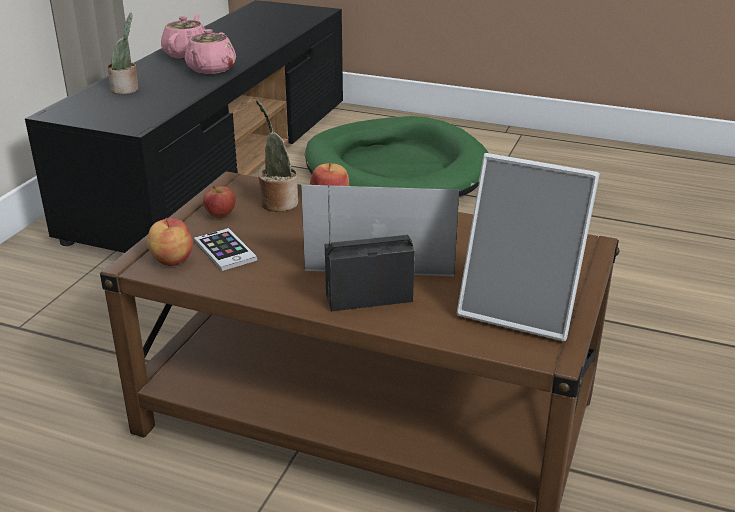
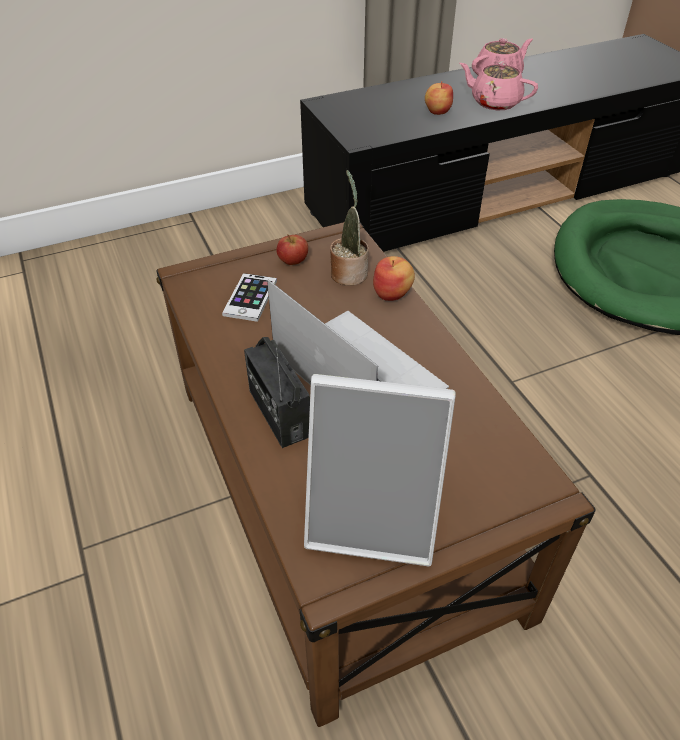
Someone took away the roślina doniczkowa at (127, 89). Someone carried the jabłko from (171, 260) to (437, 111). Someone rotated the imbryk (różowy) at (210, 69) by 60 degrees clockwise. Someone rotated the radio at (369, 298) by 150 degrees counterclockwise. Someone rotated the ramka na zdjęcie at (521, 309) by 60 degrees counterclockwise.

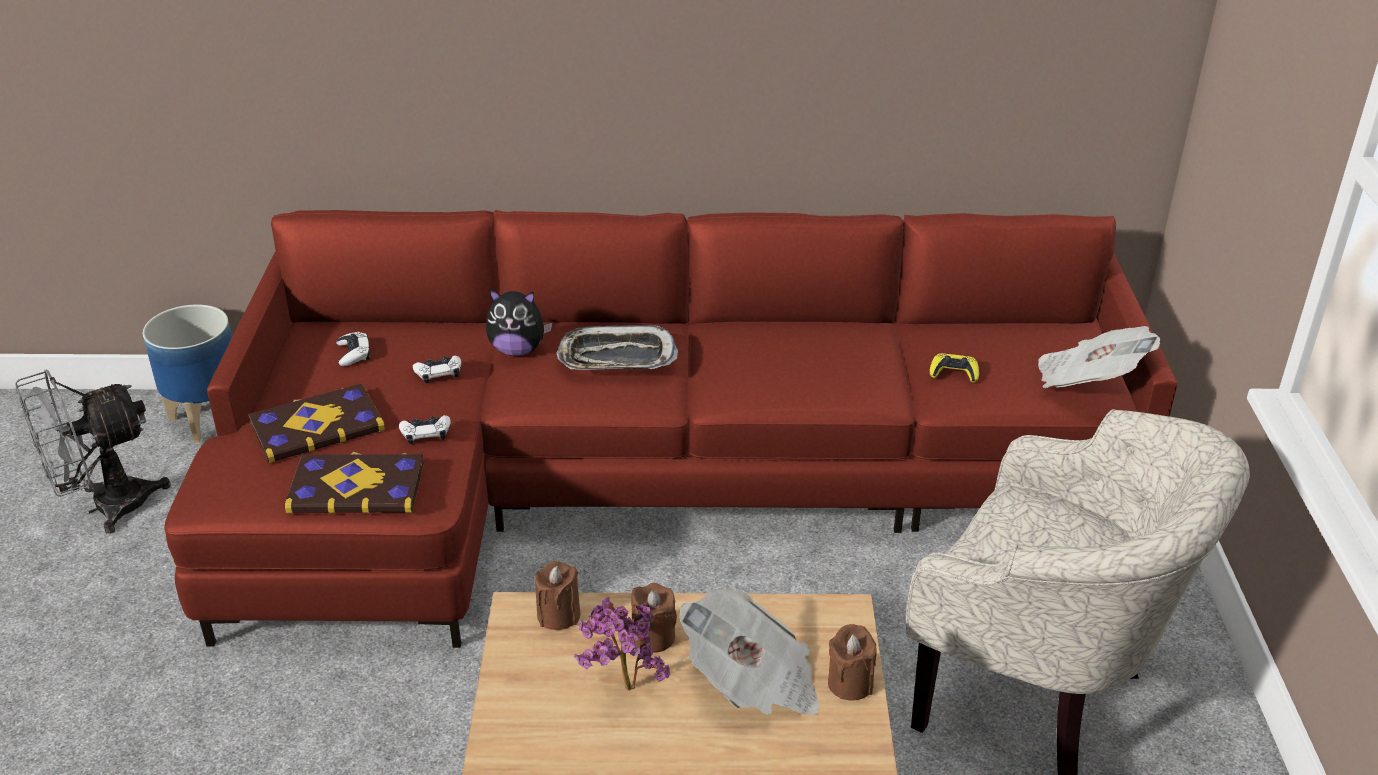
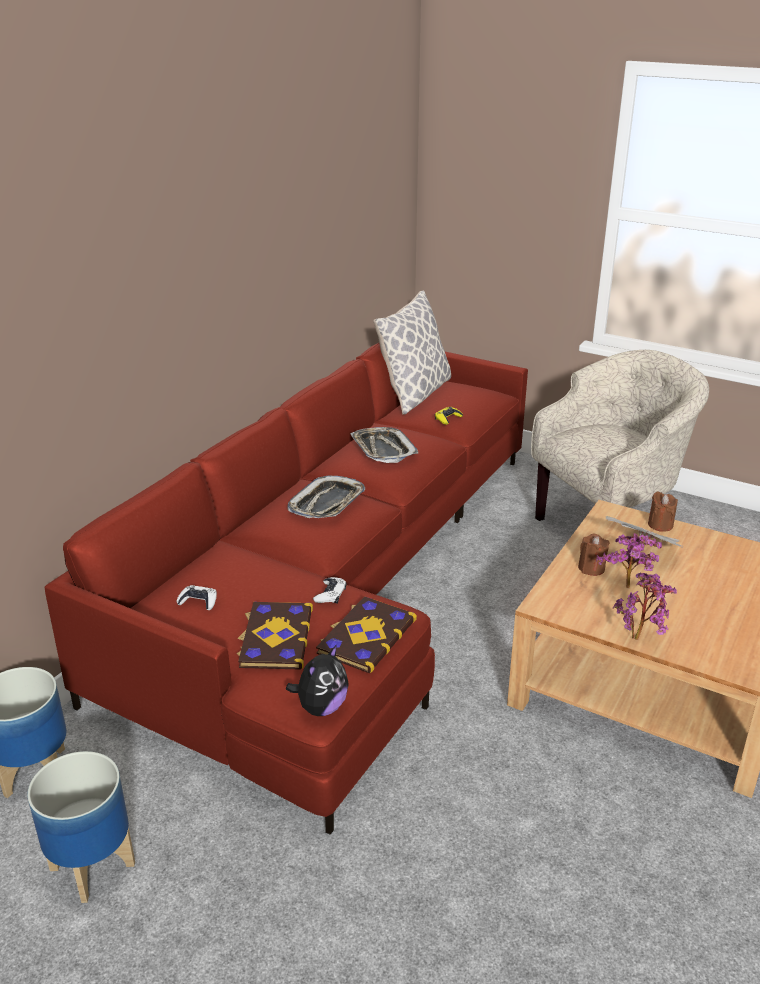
Someone swapped the wentylator (szary) at (106, 507) for the donica at (93, 865). Someone took away the pad do gier (biały) at (438, 372). Someone carried the pluszak from (518, 350) to (321, 707). Someone took away the świeca (brązowy) at (558, 615). Someone took away the gazeta at (1088, 381). Someone put down the taca at (383, 450). Someone put down the poduszka at (414, 394). Someone put down the roślina doniczkowa at (640, 639).

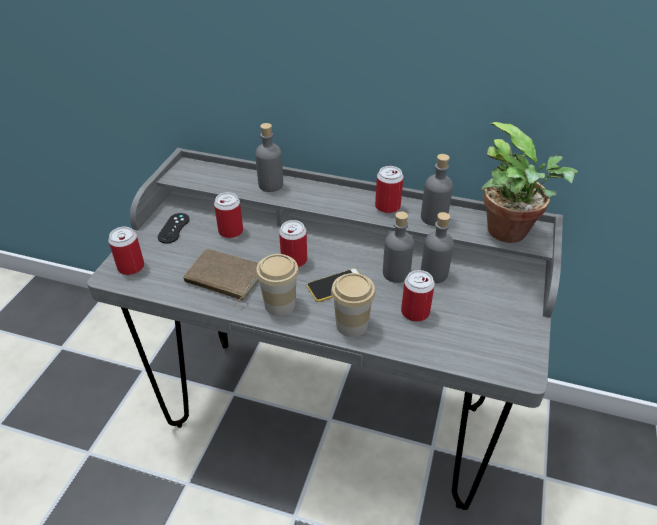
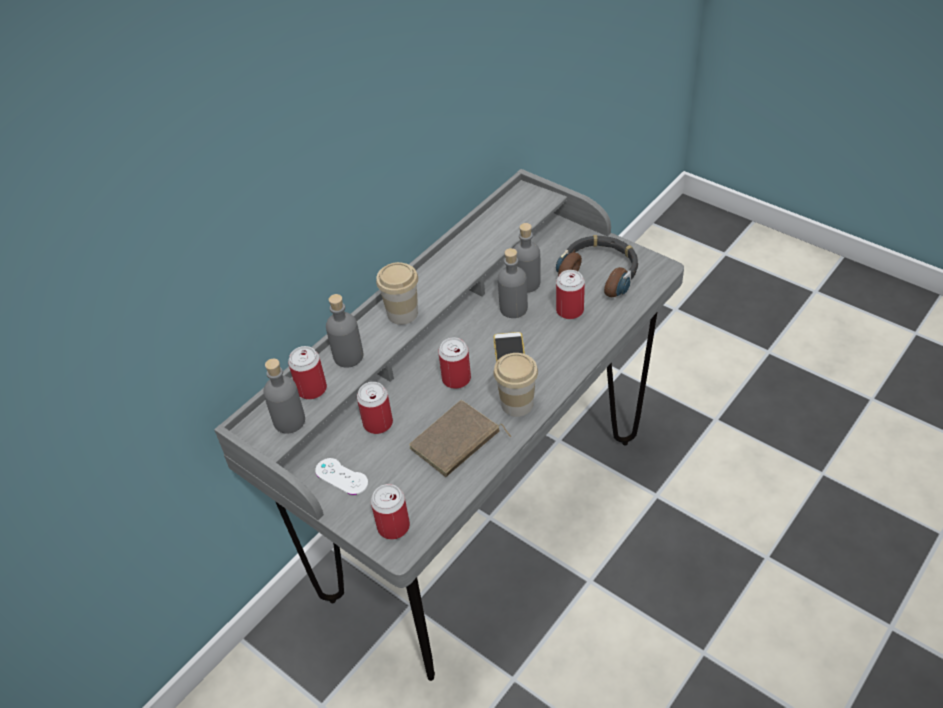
Someone repainted the pad do gier (czarny) at (173, 228), which became the pad do gier (biały) at (341, 476). Someone carried the filiżanka from (351, 325) to (402, 313). Someone carried the puszka from (387, 206) to (312, 389). Someone carried the butelka (szary) from (434, 218) to (289, 421). Someone took away the roślina doniczkowa at (512, 233). Someone put down the słuchawki at (600, 272).

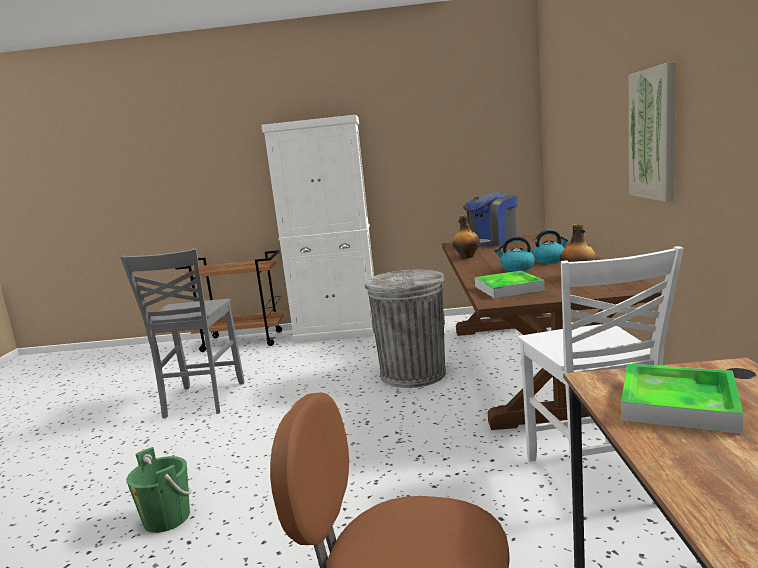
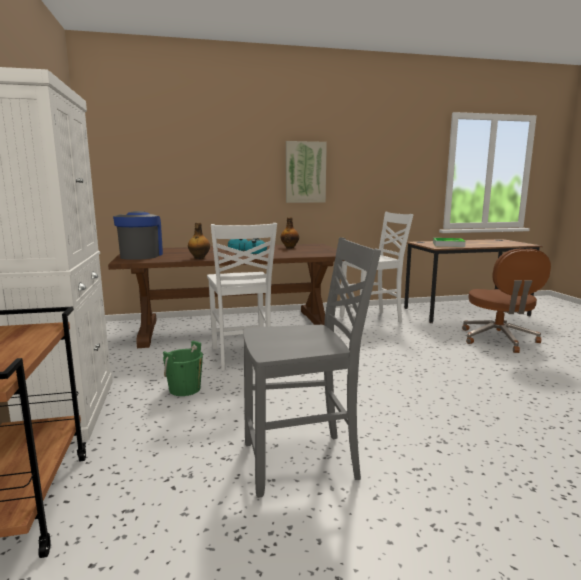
Someone carried the wiadro (zielony) from (167, 518) to (185, 389). Someone swapped the kosz na śmieci (szary) at (413, 374) for the krzesło (biały) at (242, 357). Someone rotated the ekspres do kawy at (491, 242) by 135 degrees counterclockwise. Someone took away the taca at (508, 288).

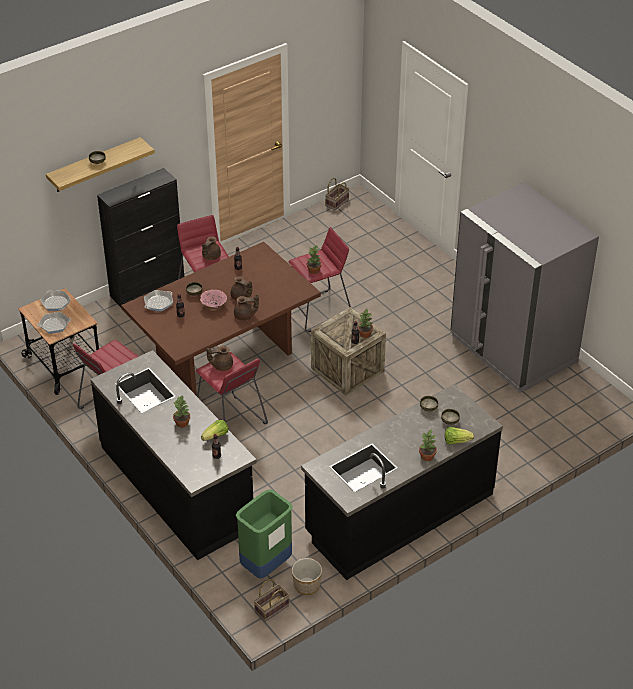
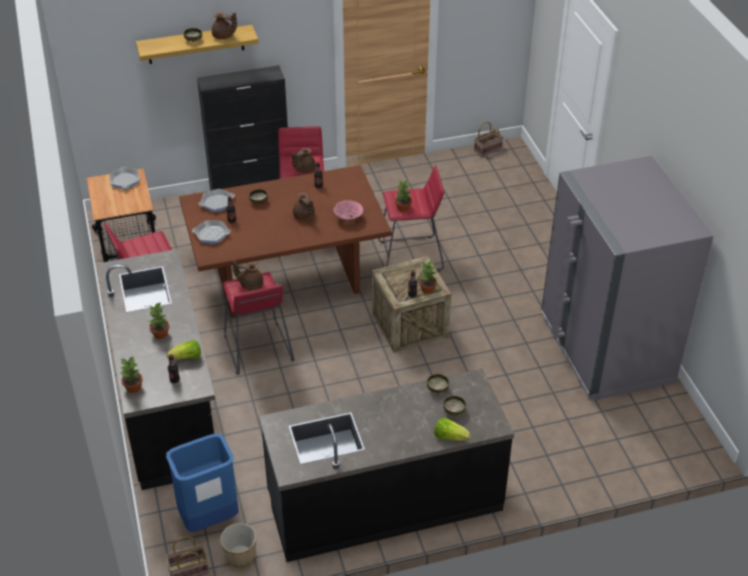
Someone carried the patelnia from (54, 325) to (211, 234). Someone carried the miska (różowy) from (213, 306) to (348, 218). Someone carried the imbryk (brązowy) from (245, 316) to (224, 36). Someone repainted the kosz na śmieci (zielony) at (266, 565), which became the kosz na śmieci (niebieski) at (209, 518). Someone carried the roślina doniczkowa from (427, 456) to (133, 387).

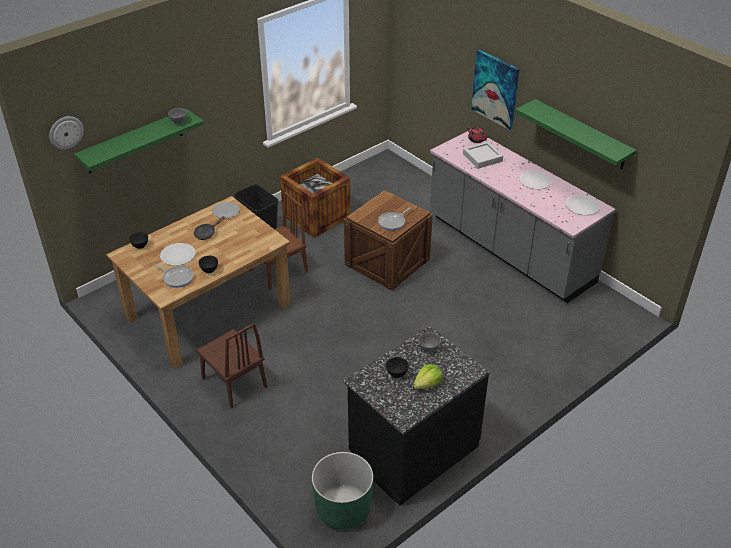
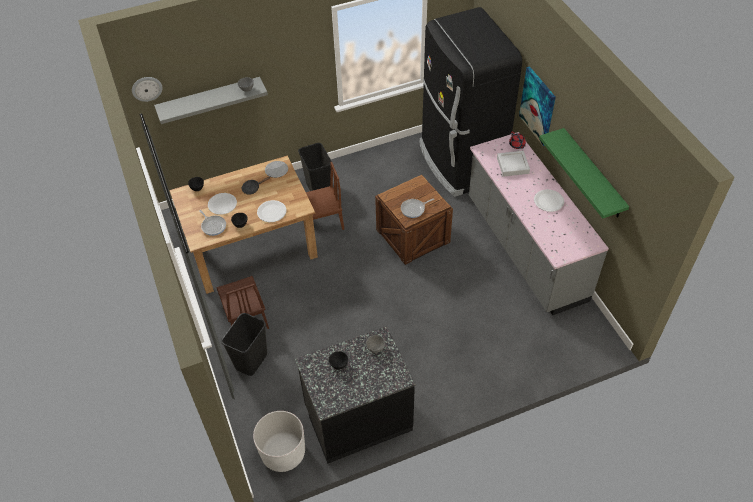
Someone repainted the półka (zielony) at (134, 142), which became the półka (szary) at (209, 99). Someone took away the skrzynka at (316, 216). Someone repainted the donica (zielony) at (343, 509), which became the donica (biały) at (283, 453). Someone took away the sałata at (428, 384). Someone carried the talerz (biały) from (582, 206) to (271, 212). Someone put down the kosz na śmieci (czarny) at (251, 360). Someone put down the lodówka (czarny) at (459, 163).

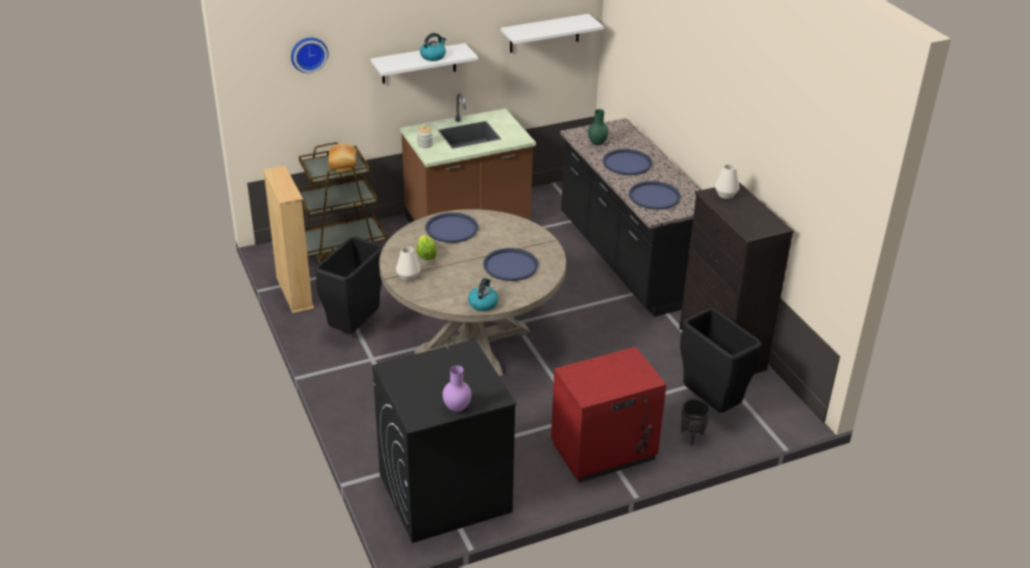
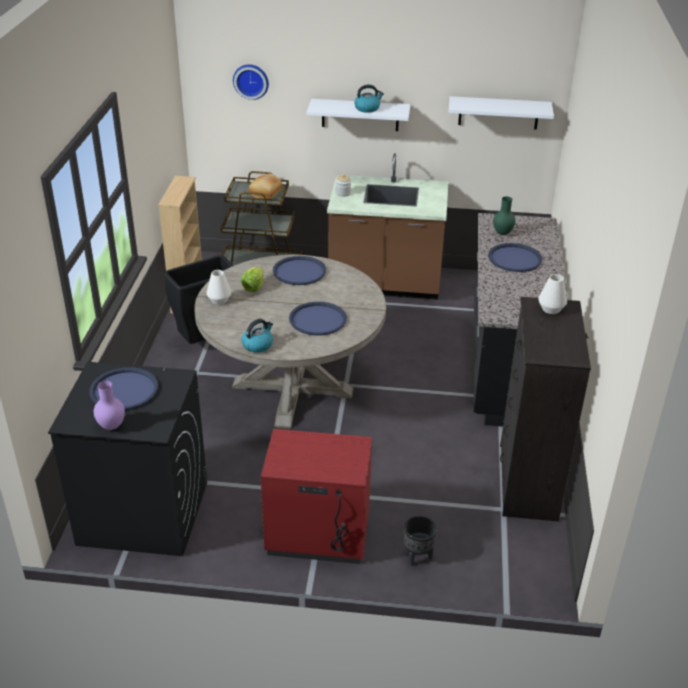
Someone carried the taca (niebieski) from (654, 196) to (124, 390). Someone took away the kosz na śmieci (czarny) at (710, 405).

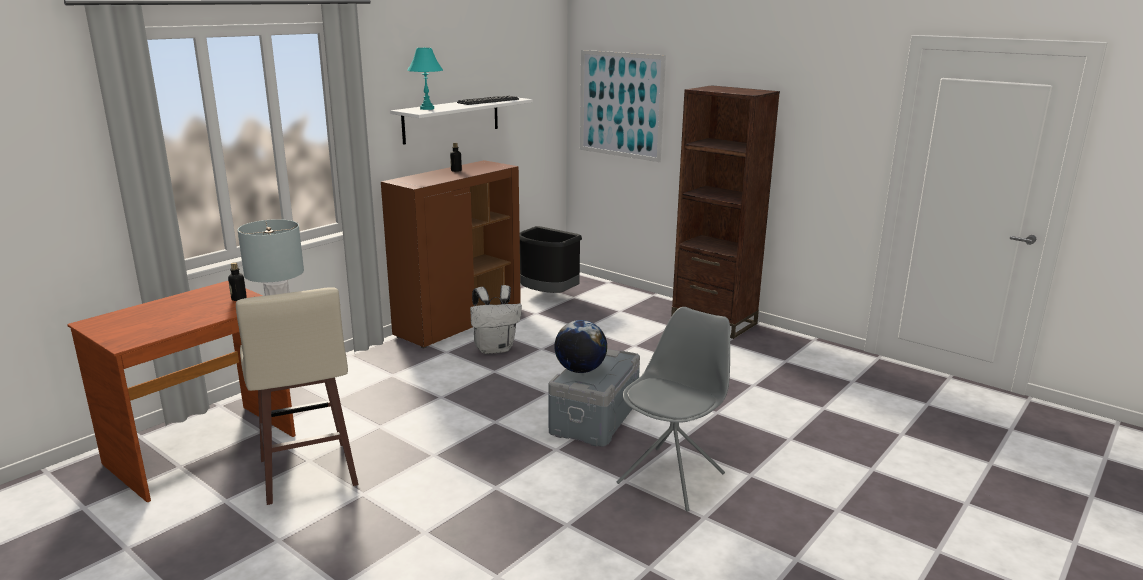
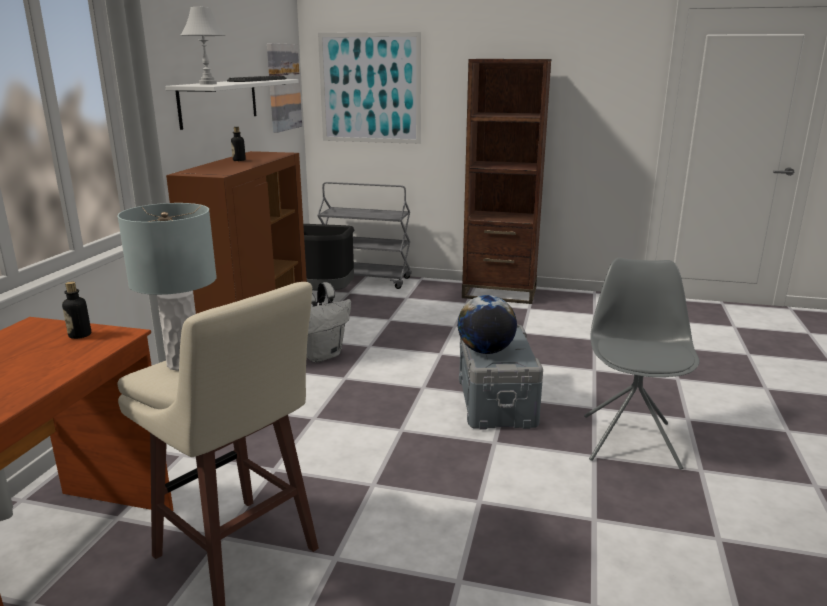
Someone repainted the lampa stołowa (turkusowy) at (427, 108), which became the lampa stołowa (biały) at (208, 84). Someone put up the obraz at (283, 87). Someone put down the wózek (szary) at (366, 280).

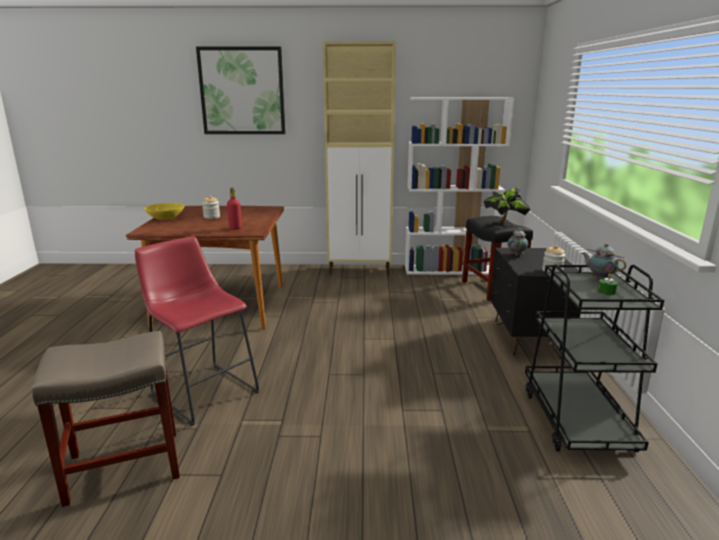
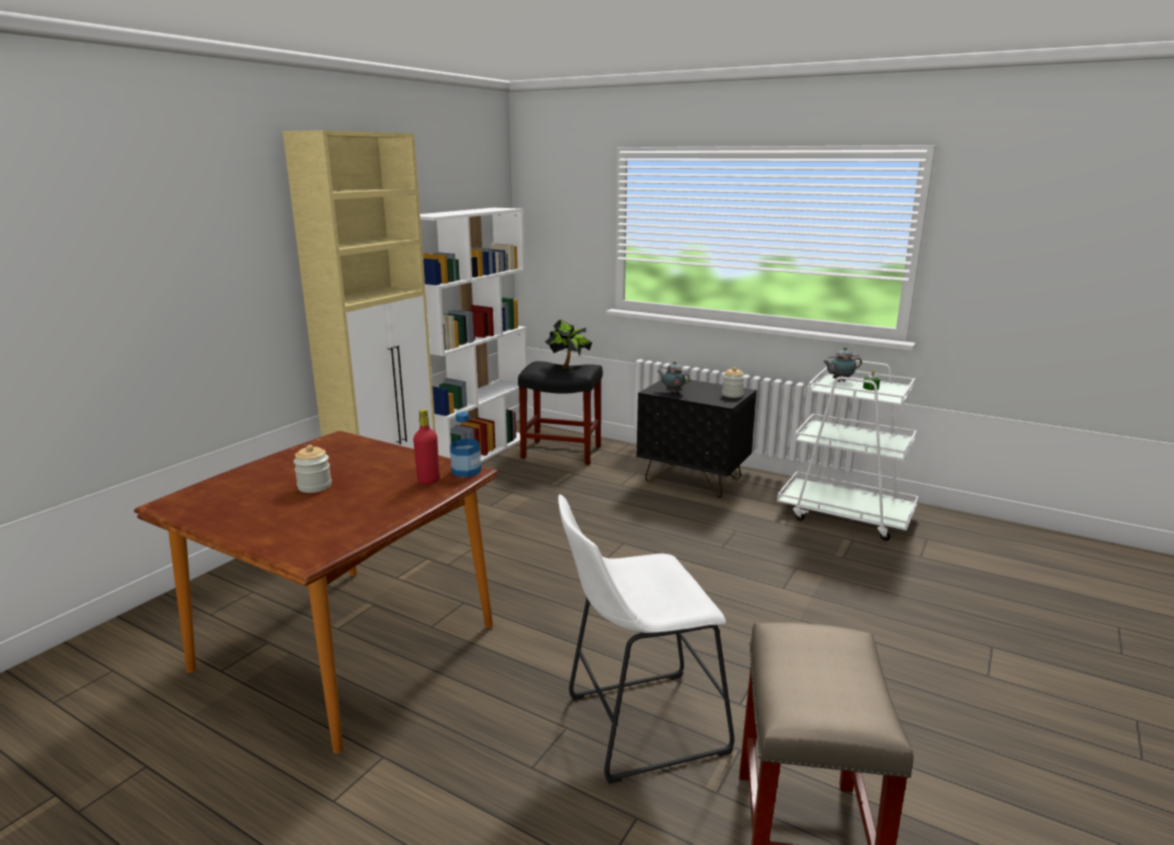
Someone repainted the stołek (czerwony) at (202, 390), which became the stołek (biały) at (637, 725). Someone took away the miska (żółty) at (166, 218). Someone took away the obraz at (242, 91). Someone repainted the wózek (czarny) at (576, 420), which became the wózek (biały) at (846, 515). Someone put down the butelka at (466, 471).

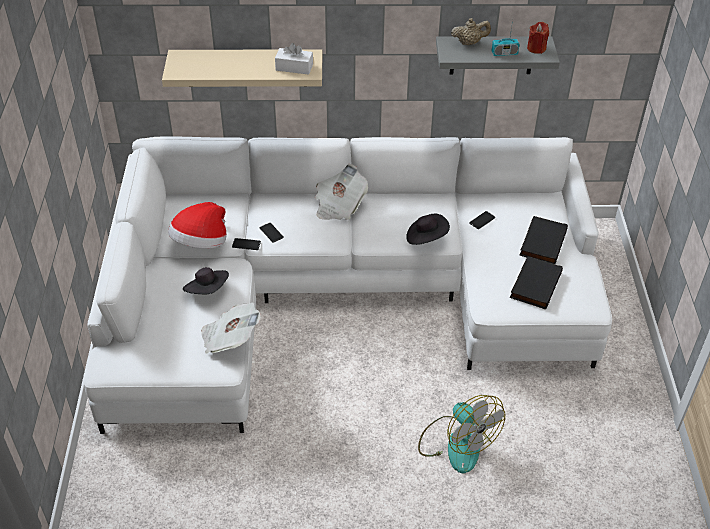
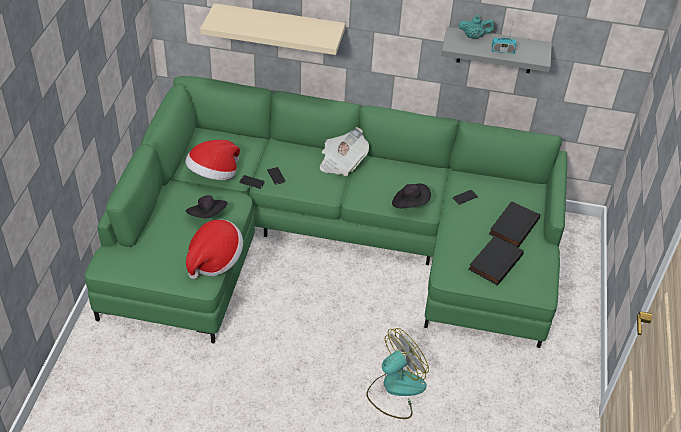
Someone repainted the kanapa (biały) at (337, 295), which became the kanapa (zielony) at (328, 241). Someone swapped the gazeta at (230, 339) for the kapelusz at (214, 260). Someone took away the pudełko chusteczek (biały) at (294, 67). Someone rotated the wentylator at (456, 443) by 105 degrees counterclockwise. Someone repainted the imbryk (beżowy) at (469, 43), which became the imbryk (turkusowy) at (474, 37). Someone took away the świeca (czerwony) at (536, 48).

